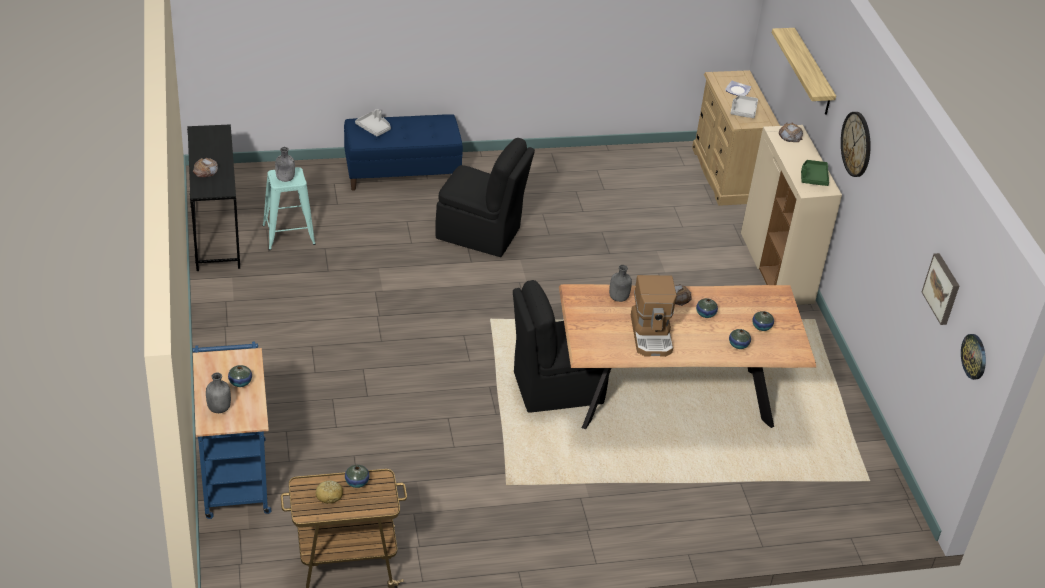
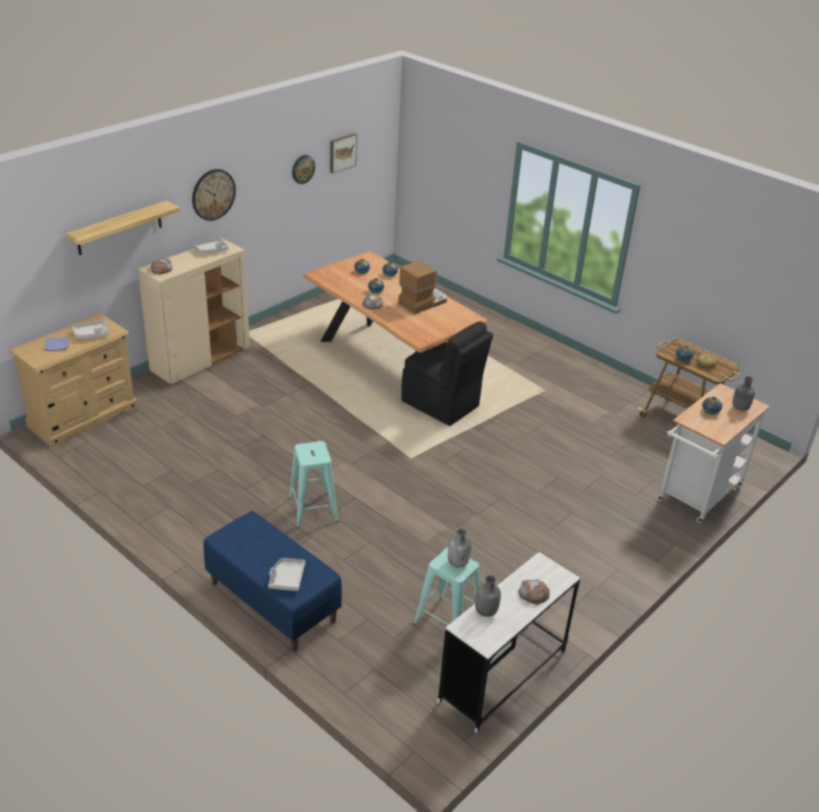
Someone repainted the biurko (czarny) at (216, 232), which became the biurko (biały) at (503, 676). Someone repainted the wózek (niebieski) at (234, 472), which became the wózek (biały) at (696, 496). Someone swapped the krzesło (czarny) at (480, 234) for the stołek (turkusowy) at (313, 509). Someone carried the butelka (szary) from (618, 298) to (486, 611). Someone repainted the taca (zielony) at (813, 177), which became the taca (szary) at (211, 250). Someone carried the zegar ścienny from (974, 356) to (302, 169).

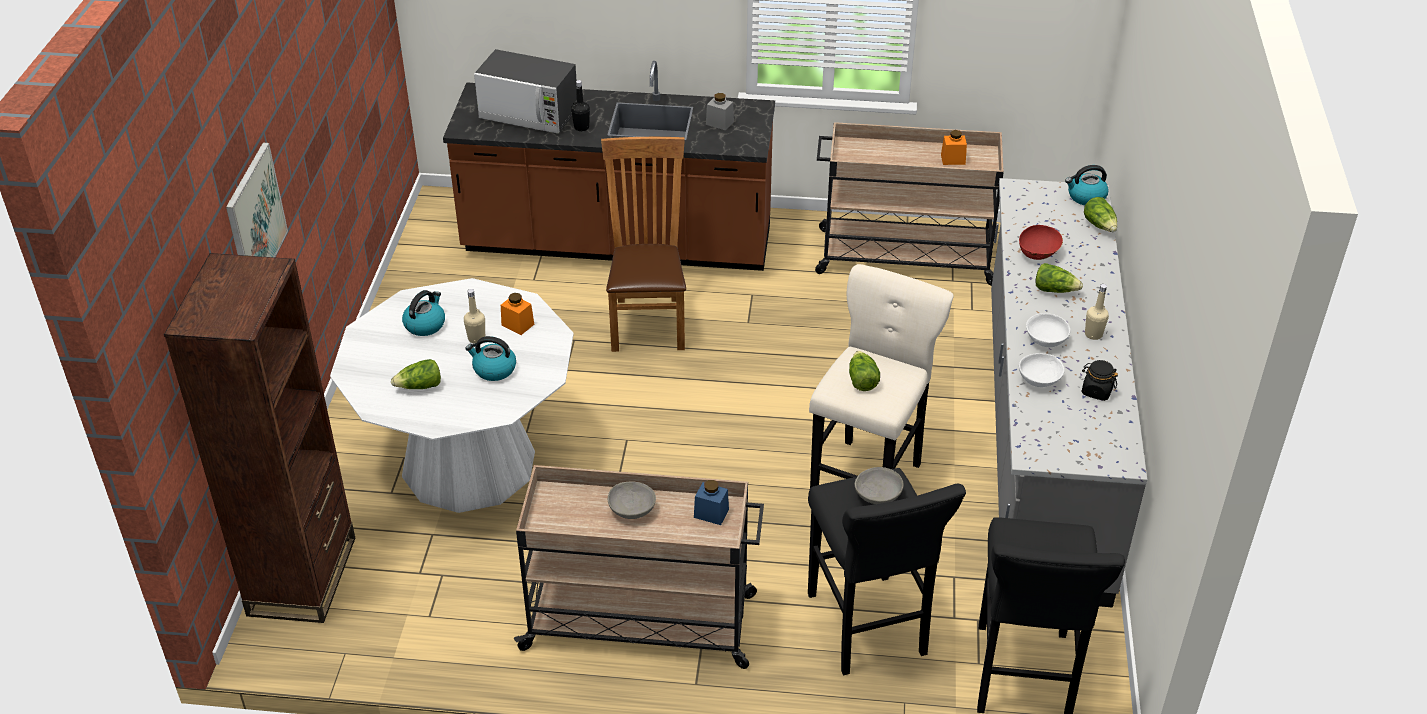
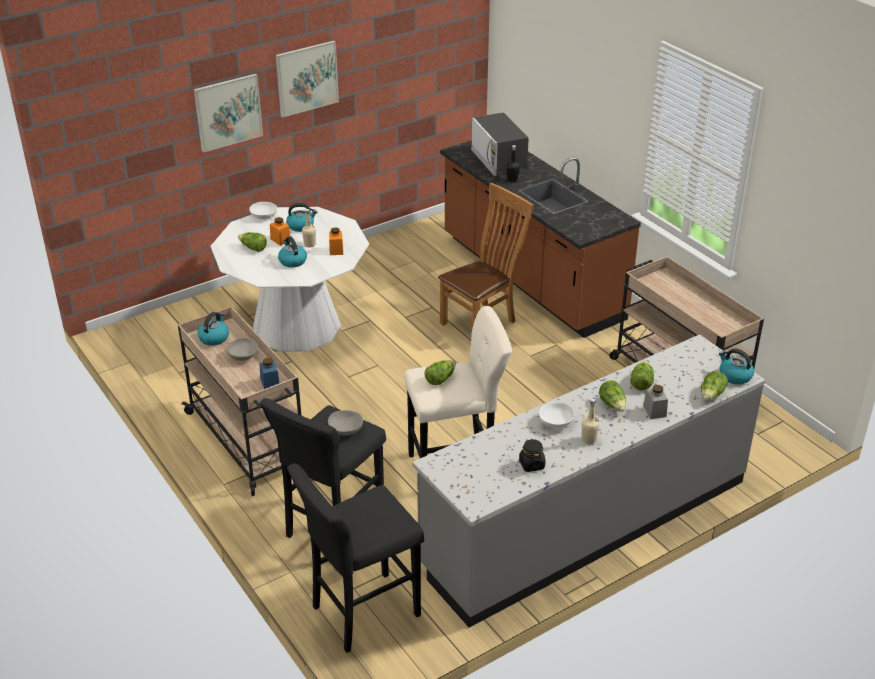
Someone took away the regał (brązowy) at (302, 576). Someone carried the słoik (szary) from (719, 123) to (654, 411). Someone carried the słoik (pomarańczowy) from (953, 159) to (280, 240). Someone swapped the miska (czerwony) at (1038, 254) for the sałata at (641, 383). Someone carried the miska (biały) from (1039, 379) to (264, 216). Someone put down the czajnik at (214, 338). Someone put up the obraz at (307, 78).

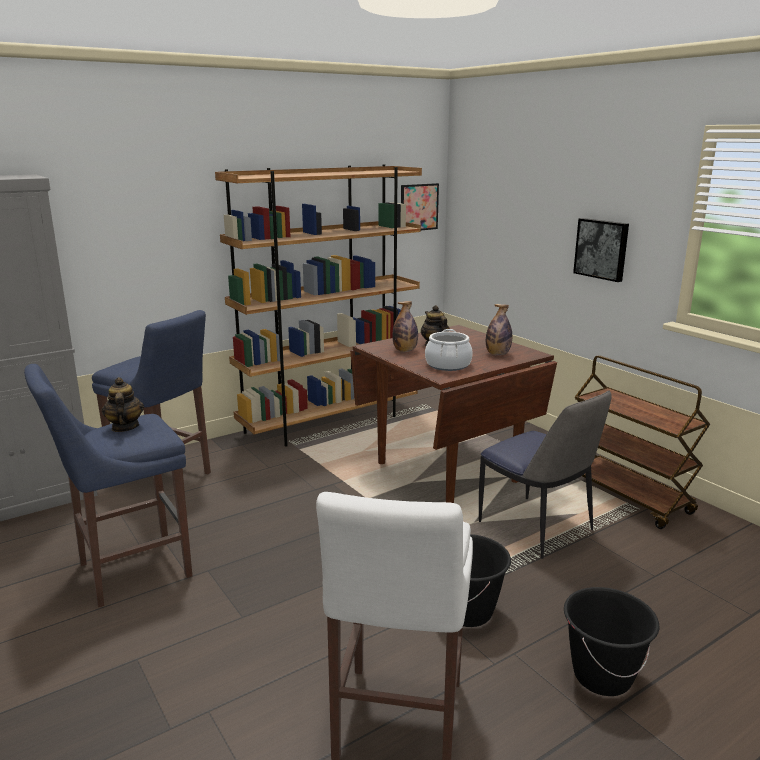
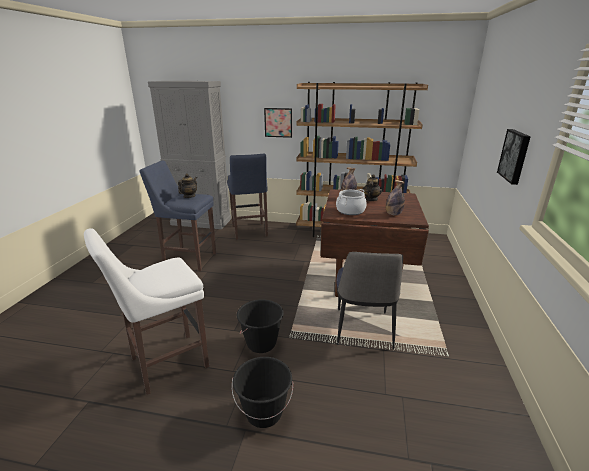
Someone carried the obraz from (419, 207) to (278, 122). Someone took away the wózek (brązowy) at (627, 497).

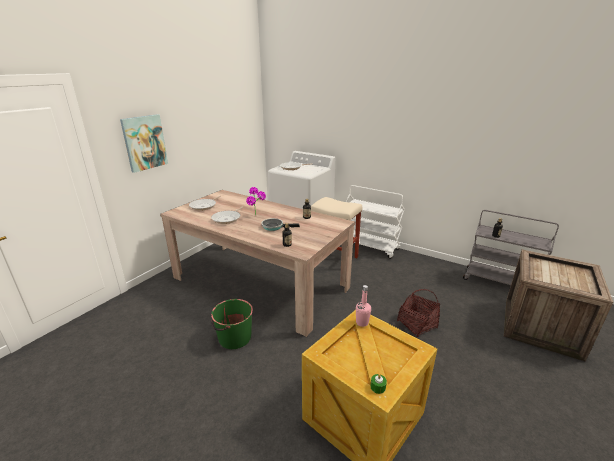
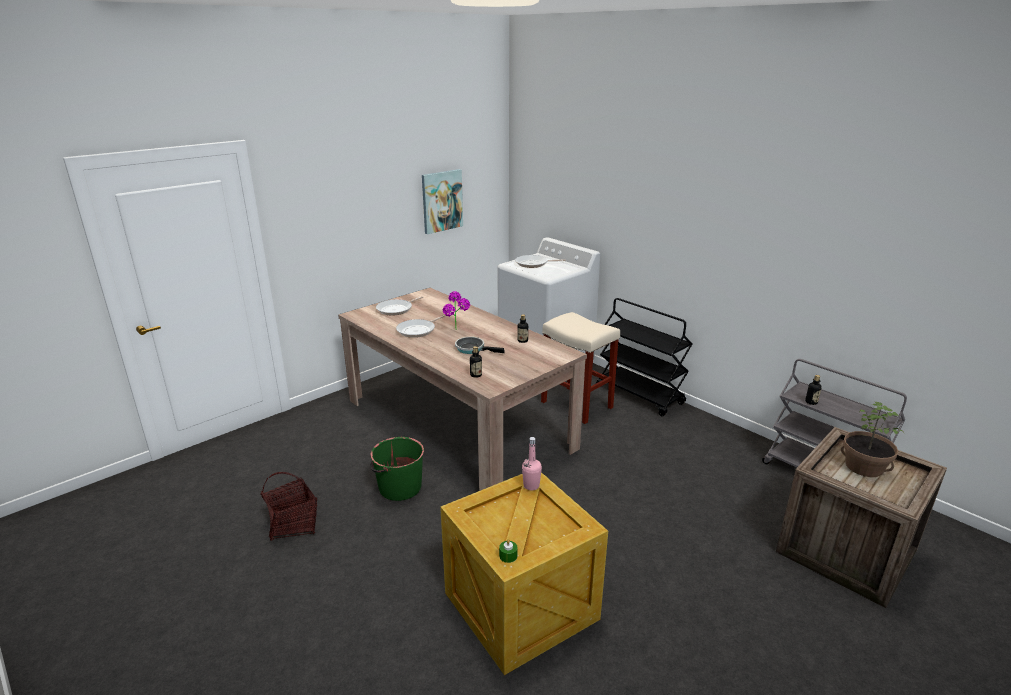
Someone carried the obraz from (144, 142) to (442, 201). Someone repainted the wózek (biały) at (370, 247), which became the wózek (czarny) at (640, 395). Someone carried the koszyk from (417, 324) to (294, 524). Someone put down the roślina doniczkowa at (863, 467).

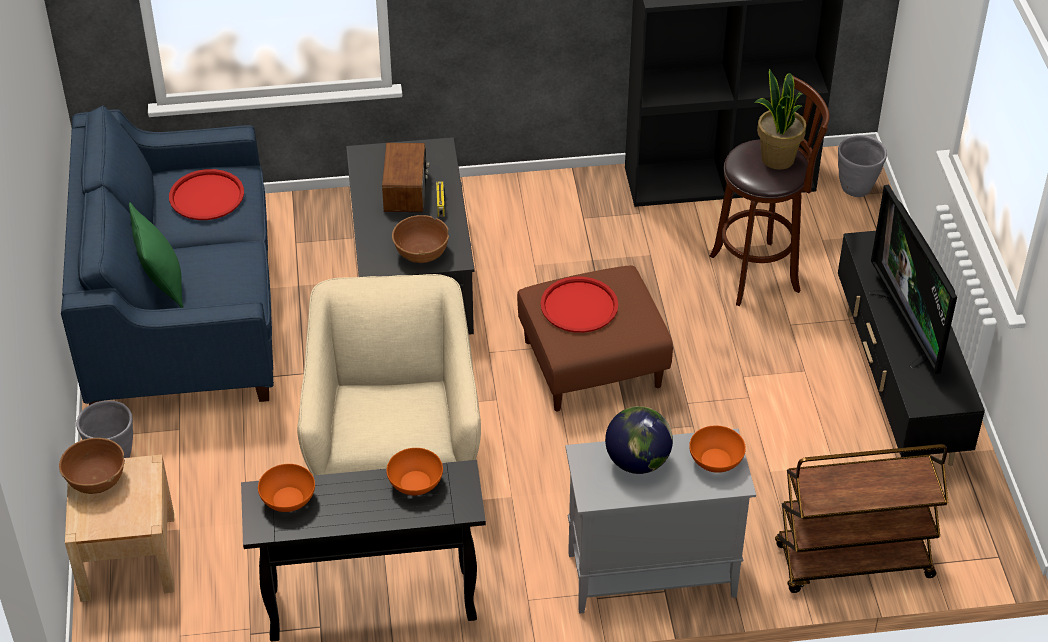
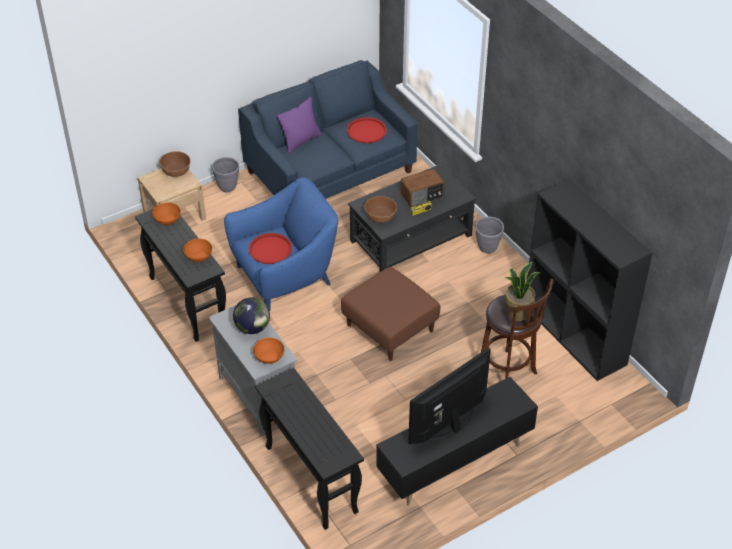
Someone repainted the poduszka (zielony) at (162, 283), which became the poduszka (fioletowy) at (300, 141). Someone repainted the fotel (beżowy) at (394, 451), which became the fotel (niebieski) at (285, 276). Someone carried the taca (czerwony) from (579, 306) to (270, 249). Someone swapped the wózek (brązowy) at (852, 562) for the stolik konsolowy (czarny) at (310, 478). Someone carried the donica (szary) from (856, 189) to (487, 248).

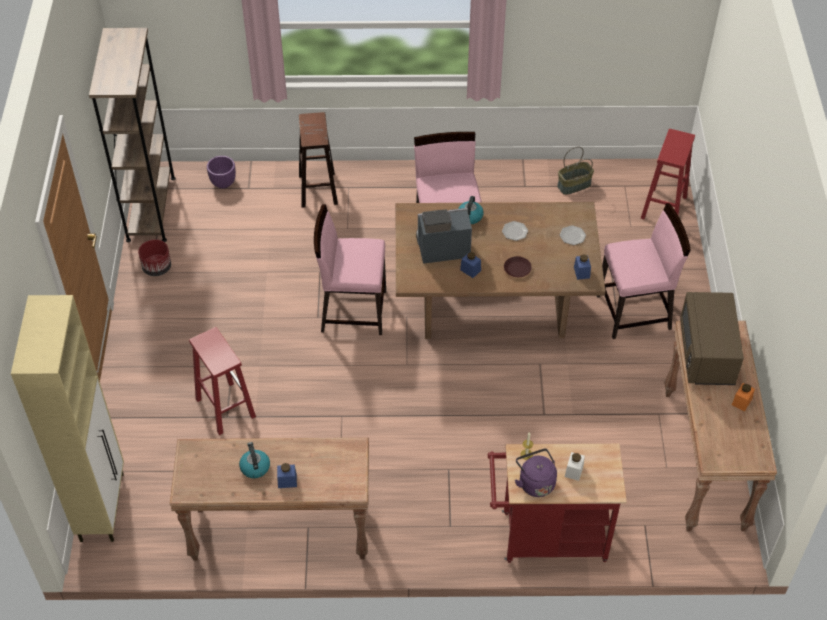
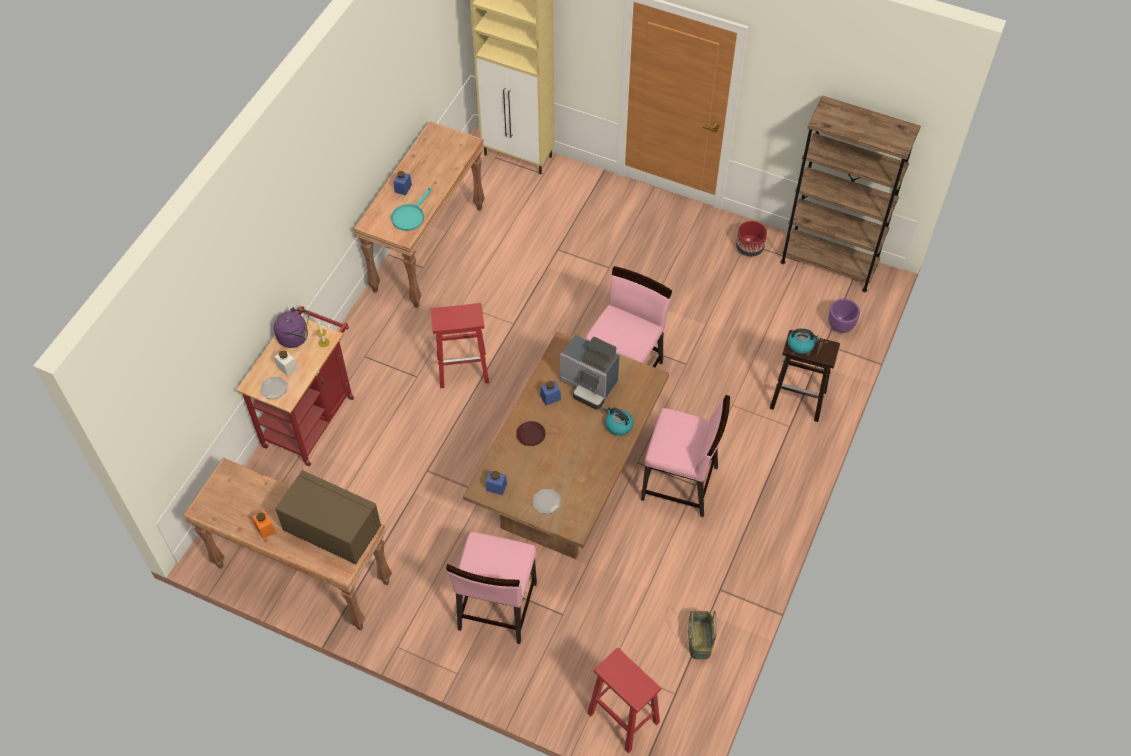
Someone carried the stołek (czerwony) from (225, 407) to (464, 369). Someone carried the czajnik from (255, 467) to (801, 345). Someone rotated the ekspres do kawy at (441, 249) by 105 degrees clockwise. Someone carried the talerz from (515, 231) to (274, 388). Someone put down the patelnia (turkusowy) at (410, 215).

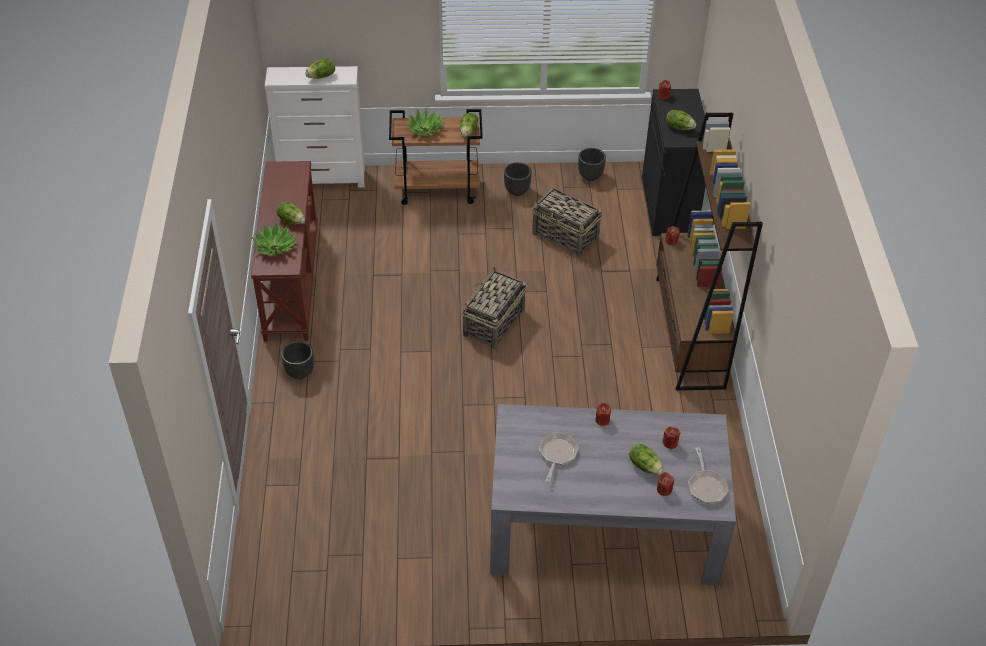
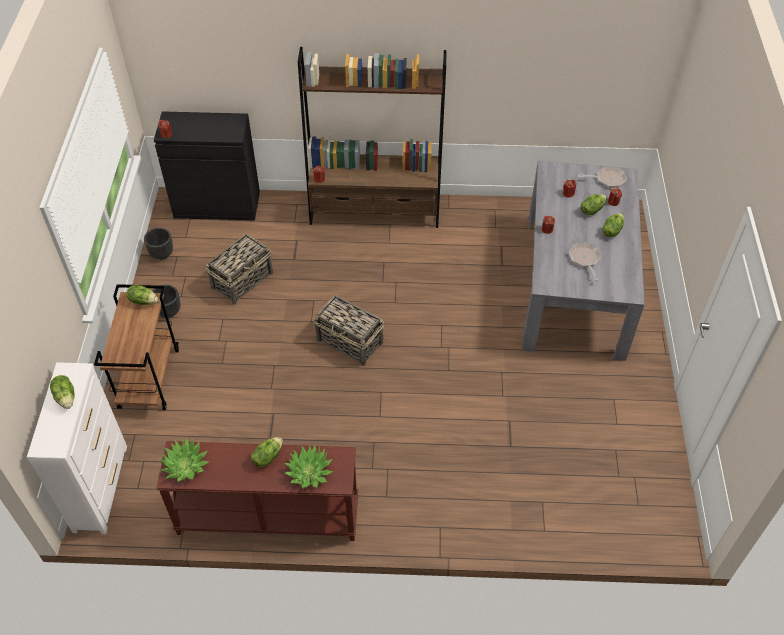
Someone took away the donica (czarny) at (299, 372). Someone carried the roślina doniczkowa from (425, 129) to (185, 465). Someone rotated the patelnia at (557, 455) by 60 degrees clockwise. Someone carried the sałata from (679, 127) to (611, 231).

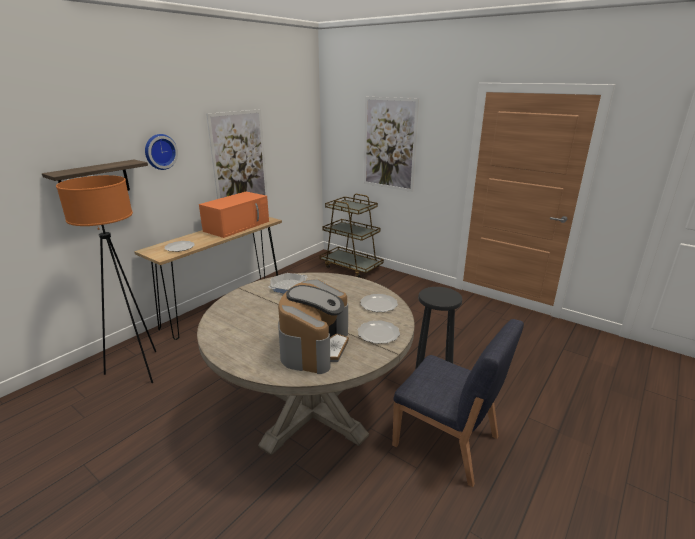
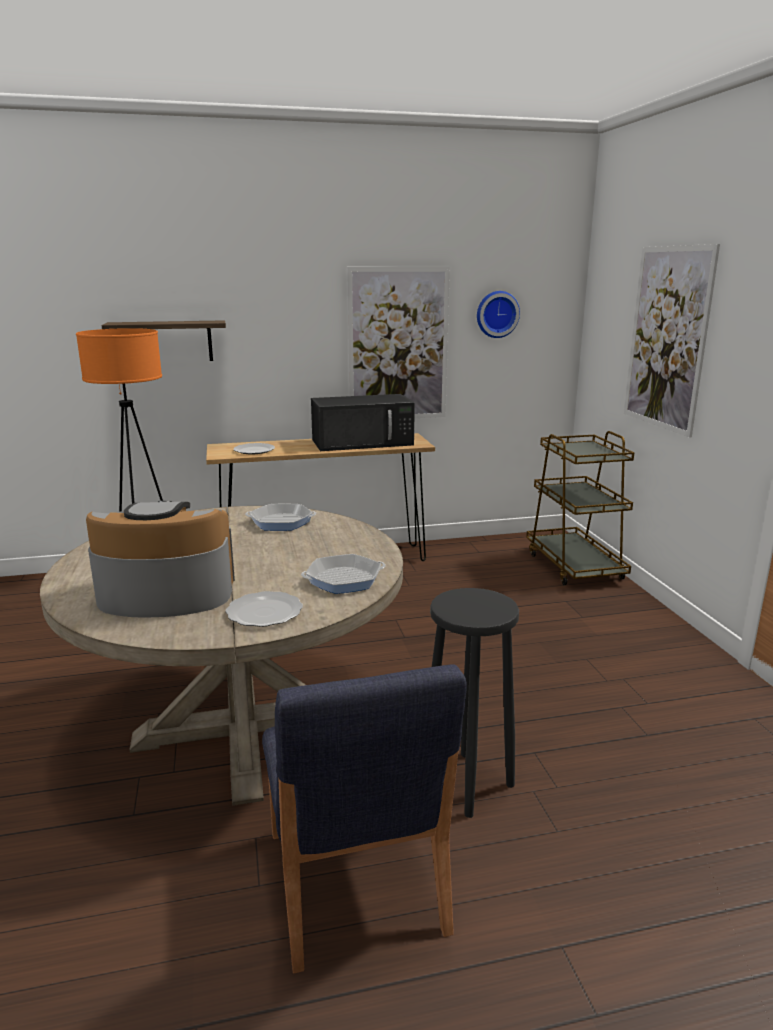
Someone carried the zegar ścienny from (160, 151) to (496, 314). Someone repainted the mikrofalówka (pomarańczowy) at (237, 226), which became the mikrofalówka (czarny) at (363, 442). Someone rotated the ekspres do kawy at (314, 346) by 150 degrees counterclockwise. Someone swapped the talerz at (378, 304) for the patelnia at (344, 579).

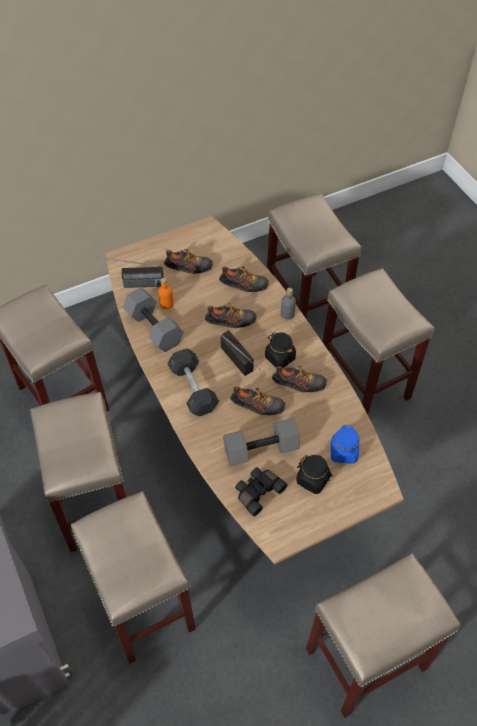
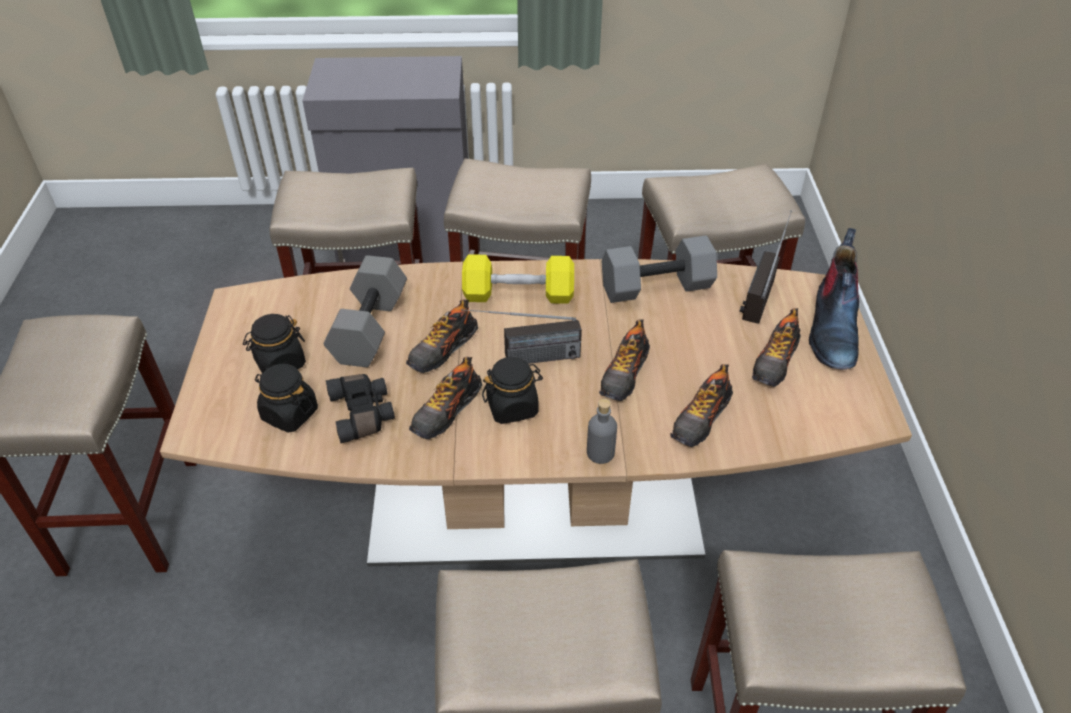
Someone took away the butelka (pomarańczowy) at (166, 304). Someone repainted the hantel (szary) at (193, 389), which became the hantel (żółty) at (518, 294). Someone carried the lornetka (czarny) from (258, 492) to (363, 413). Someone repainted the słoik (niebieski) at (343, 452), which became the słoik (czarny) at (289, 414). Someone put down the but z cholewką at (832, 330).

